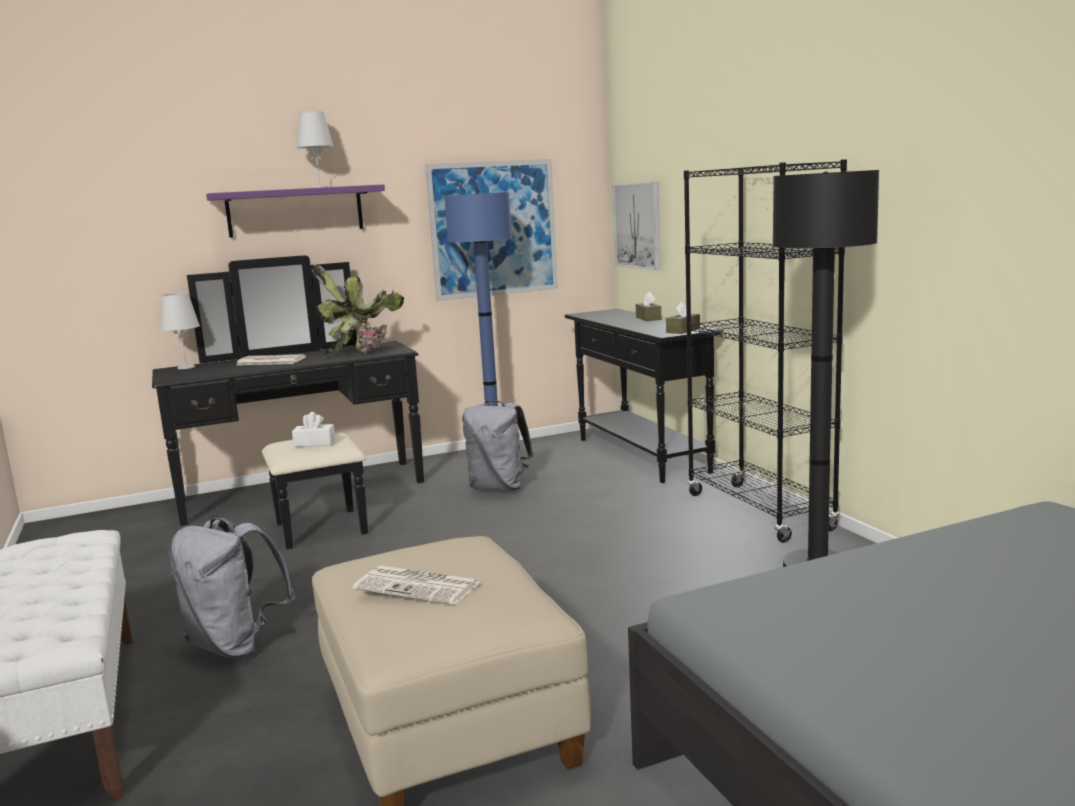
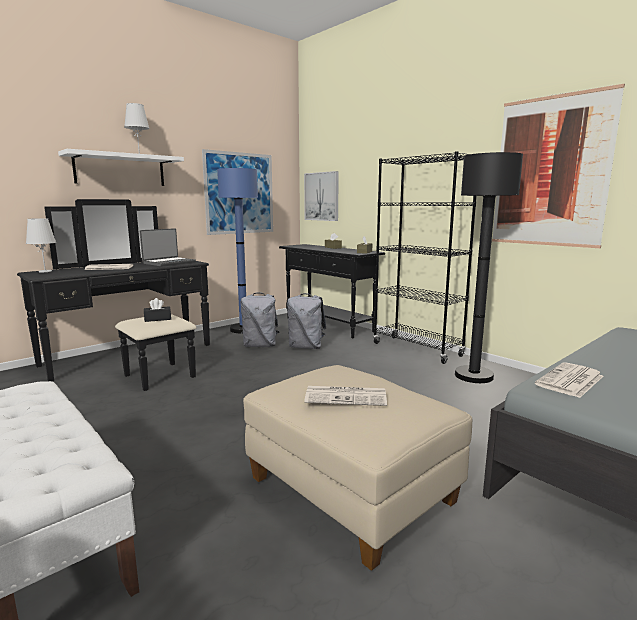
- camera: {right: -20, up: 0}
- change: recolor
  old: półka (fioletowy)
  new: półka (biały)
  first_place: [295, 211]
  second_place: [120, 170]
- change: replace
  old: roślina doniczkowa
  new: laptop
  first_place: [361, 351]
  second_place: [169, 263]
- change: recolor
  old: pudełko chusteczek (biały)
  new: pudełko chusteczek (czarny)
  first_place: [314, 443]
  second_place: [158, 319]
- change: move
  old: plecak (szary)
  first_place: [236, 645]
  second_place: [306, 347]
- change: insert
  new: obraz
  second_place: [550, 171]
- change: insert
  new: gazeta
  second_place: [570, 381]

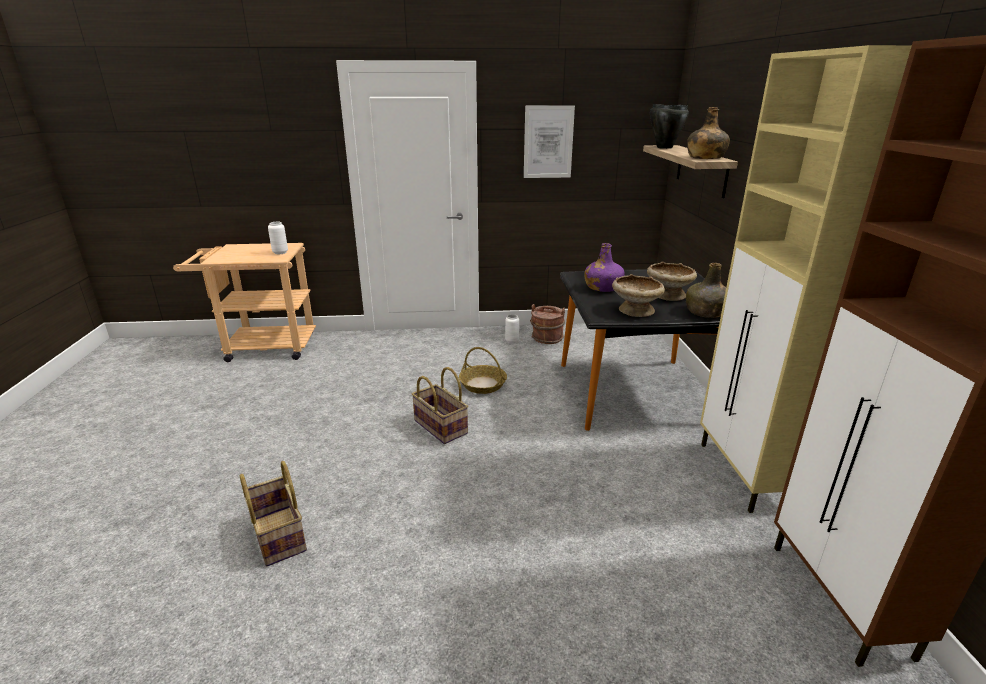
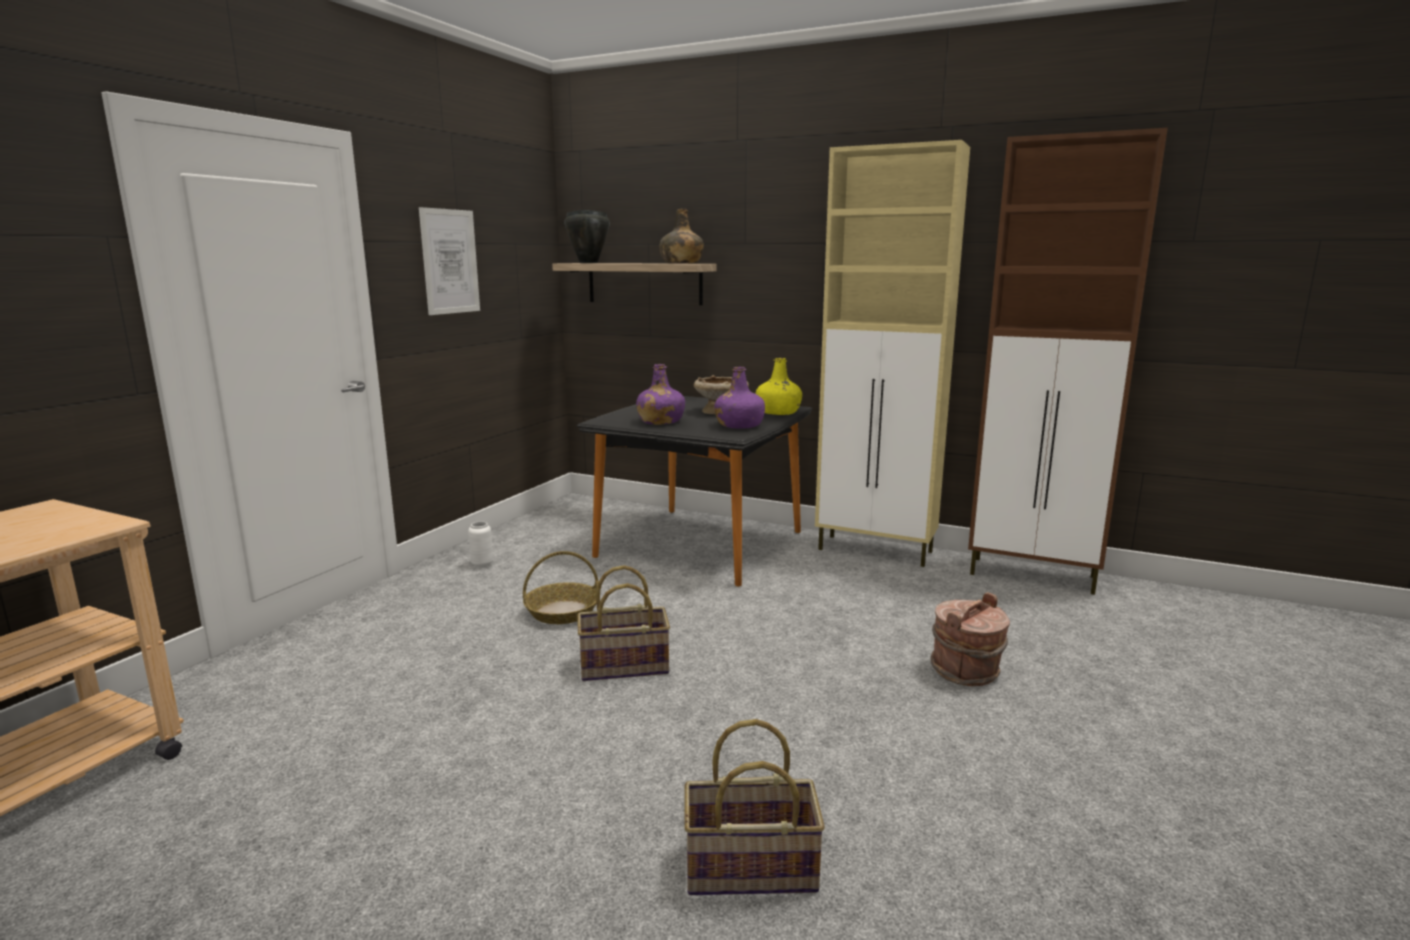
- camera: {right: -60, up: -10}
- change: delete
  old: wazon (biały)
  first_place: [280, 252]
- change: recolor
  old: butelka (zielony)
  new: butelka (żółty)
  first_place: [706, 312]
  second_place: [778, 412]
- change: replace
  old: miska (beżowy)
  new: butelka (fioletowy)
  first_place: [635, 311]
  second_place: [739, 425]
- change: move
  old: wiadro (brązowy)
  first_place: [547, 338]
  second_place: [966, 672]

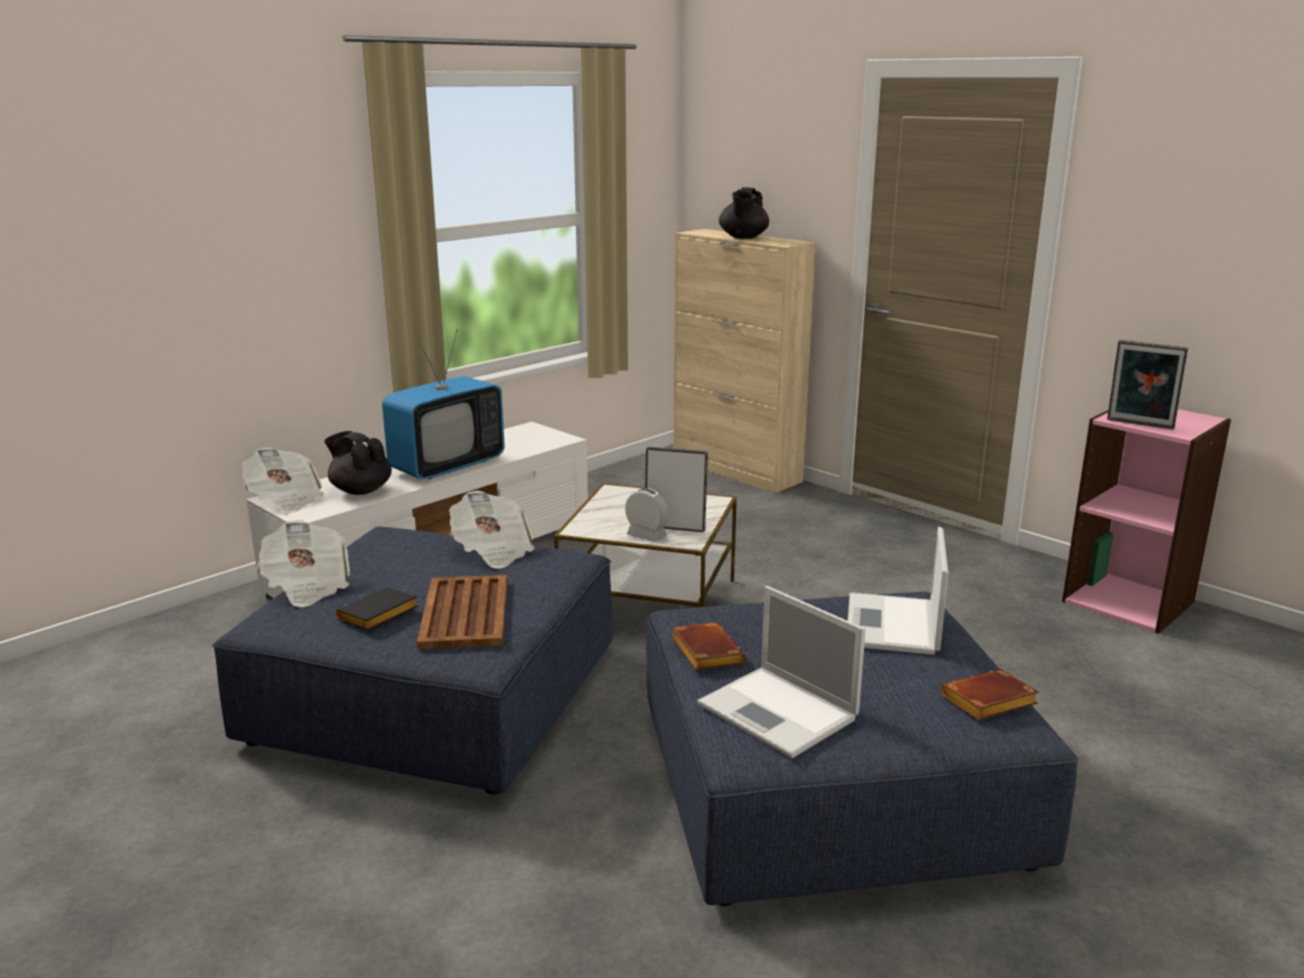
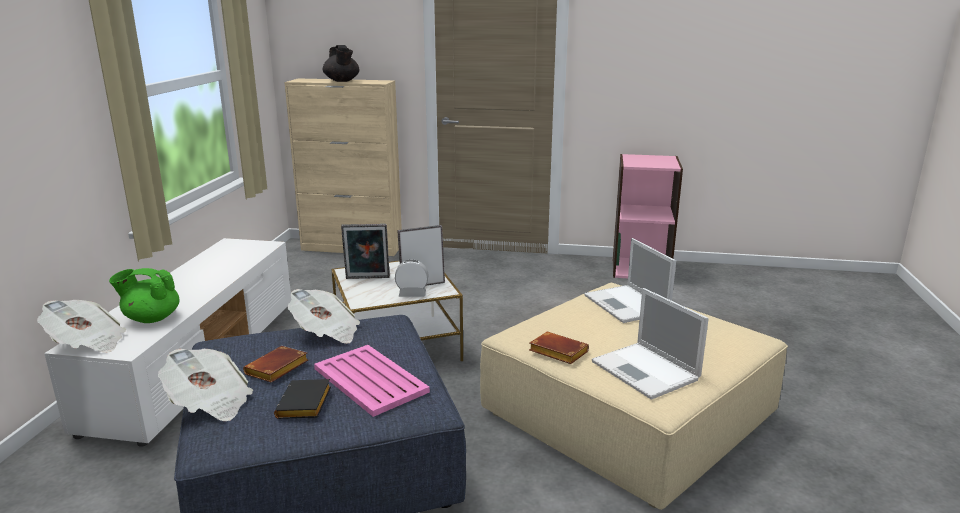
- camera: {right: -35, up: 0}
- change: delete
  old: telewizor
  first_place: [447, 466]
- change: move
  old: ramka na zdjęcie
  first_place: [1139, 425]
  second_place: [367, 278]
- change: recolor
  old: imbryk (czarny)
  new: imbryk (zielony)
  first_place: [360, 490]
  second_place: [151, 318]
- change: recolor
  old: taca (brązowy)
  new: taca (różowy)
  first_place: [464, 614]
  second_place: [370, 381]
- change: rotate
  old: laptop
  first_place: [780, 712]
  second_place: [646, 371]
  degrees: 45
- change: recolor
  old: pufa (niebieski)
  new: pufa (beżowy)
  first_place: [831, 785]
  second_place: [628, 414]
- change: move
  old: książka (brązowy)
  first_place: [988, 703]
  second_place: [277, 370]

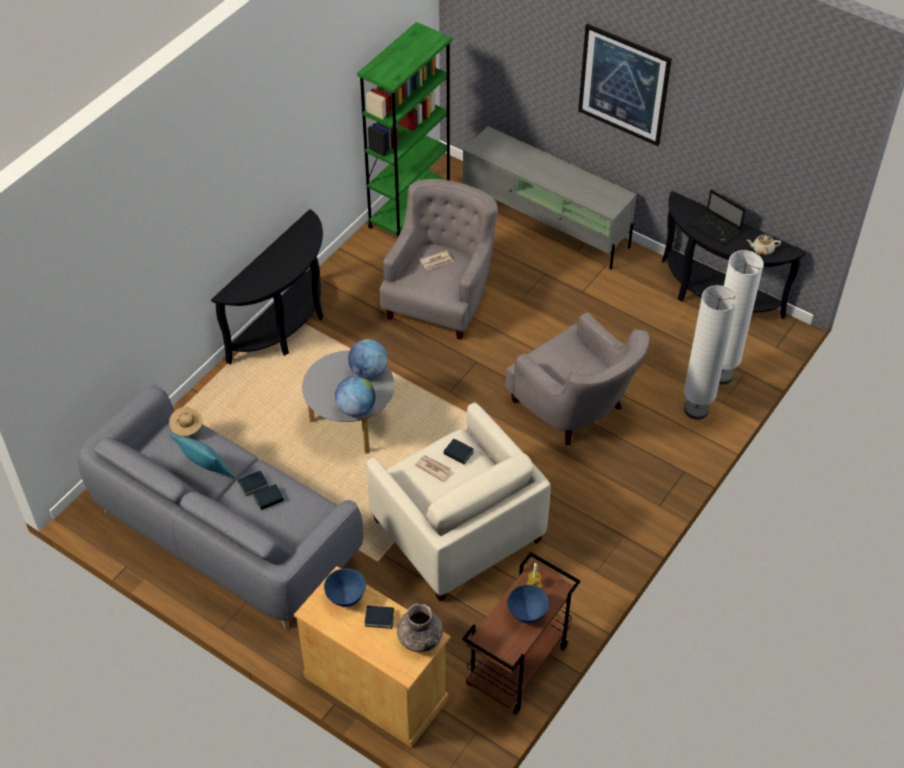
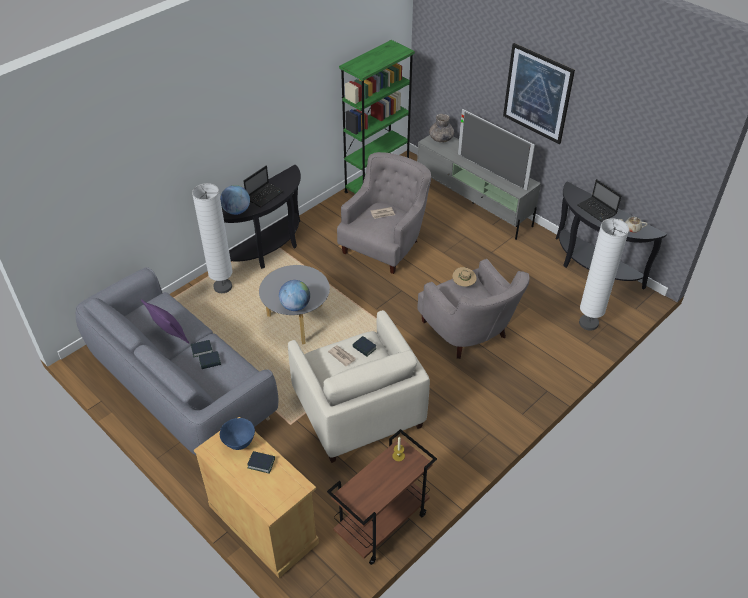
- camera: {right: 10, up: -5}
- change: move
  old: lampa stojąca (biały)
  first_place: [696, 409]
  second_place: [223, 287]
- change: move
  old: globus
  first_place: [368, 371]
  second_place: [236, 211]
- change: move
  old: kapelusz (beżowy)
  first_place: [187, 429]
  second_place: [463, 283]
- change: recolor
  old: poduszka (turkusowy)
  new: poduszka (fioletowy)
  first_place: [206, 471]
  second_place: [169, 335]
- change: delete
  old: miska (niebieski)
  first_place: [527, 614]
- change: move
  old: wazon (szary)
  first_place: [419, 638]
  second_place: [441, 138]
- change: insert
  new: telewizor
  second_place: [491, 171]
- change: insert
  new: laptop
  second_place: [265, 195]

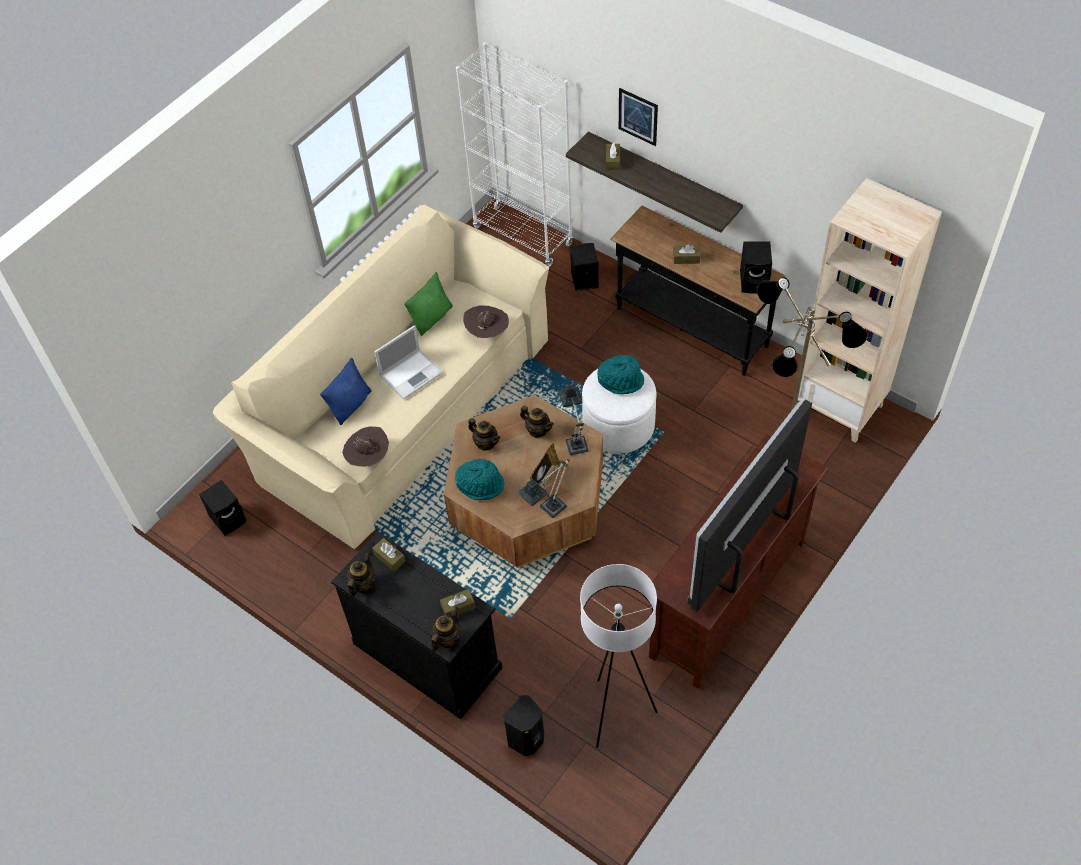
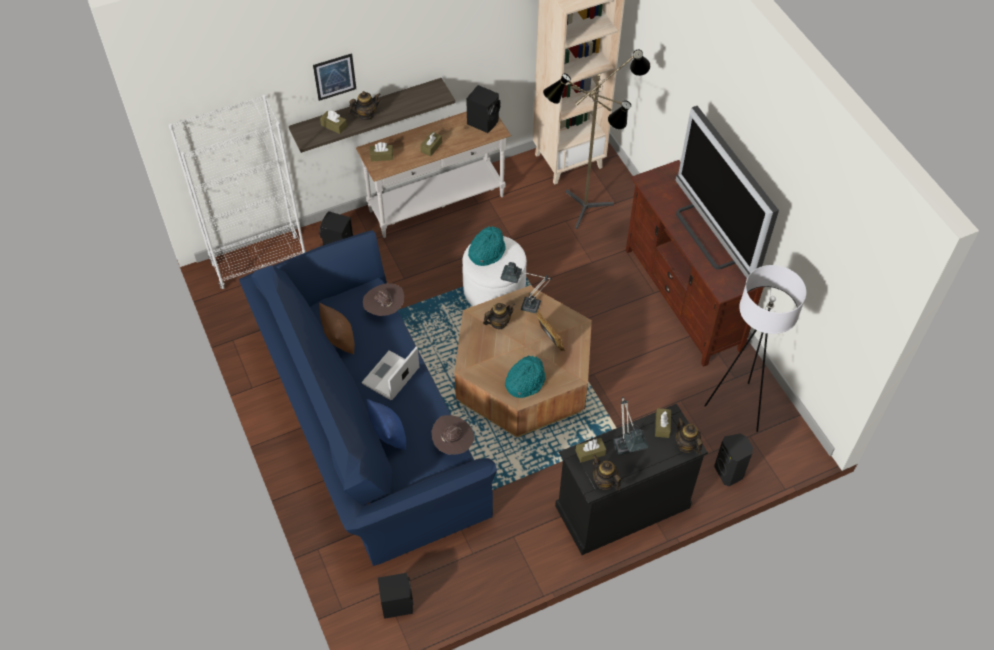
- camera: {right: -65, up: 0}
- change: recolor
  old: kanapa (beżowy)
  new: kanapa (niebieski)
  first_place: [397, 404]
  second_place: [367, 425]
- change: recolor
  old: stolik konsolowy (czarny)
  new: stolik konsolowy (biały)
  first_place: [691, 328]
  second_place: [437, 204]
- change: recolor
  old: poduszka (zielony)
  new: poduszka (brązowy)
  first_place: [431, 318]
  second_place: [339, 339]
- change: rotate
  old: laptop
  first_place: [411, 373]
  second_place: [390, 377]
  degrees: -135
- change: move
  old: imbryk
  first_place: [485, 443]
  second_place: [366, 115]
- change: move
  old: lampa stołowa
  first_place: [548, 510]
  second_place: [625, 451]
- change: insert
  new: pudełko chusteczek (brązowy)
  second_place: [381, 156]

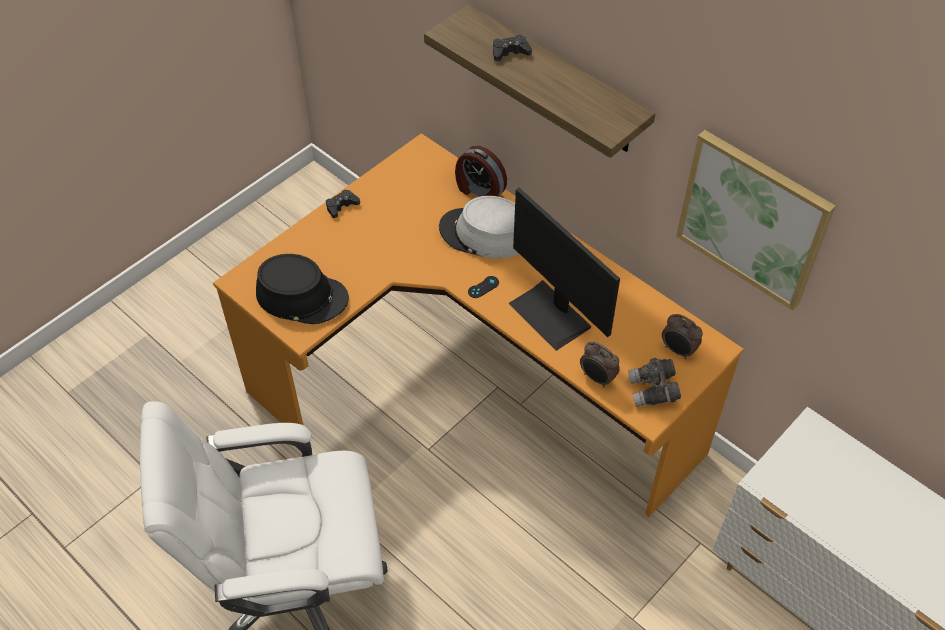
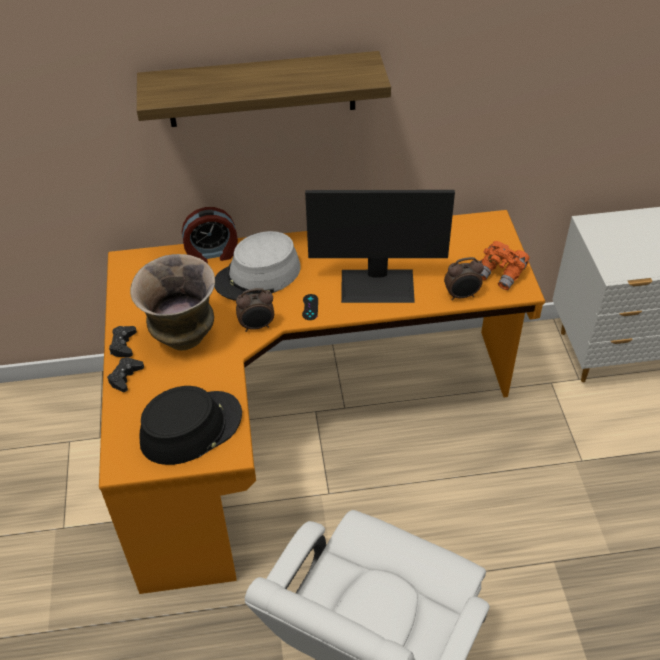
- camera: {right: -50, up: -5}
- change: move
  old: pad do gier (czarny)
  first_place: [510, 52]
  second_place: [125, 377]
- change: delete
  old: obraz
  first_place: [752, 219]
- change: move
  old: budzik
  first_place: [678, 351]
  second_place: [257, 326]
- change: recolor
  old: lornetka (szary)
  new: lornetka (pomarańczowy)
  first_place: [653, 391]
  second_place: [501, 274]
- change: insert
  new: wazon
  second_place: [184, 338]

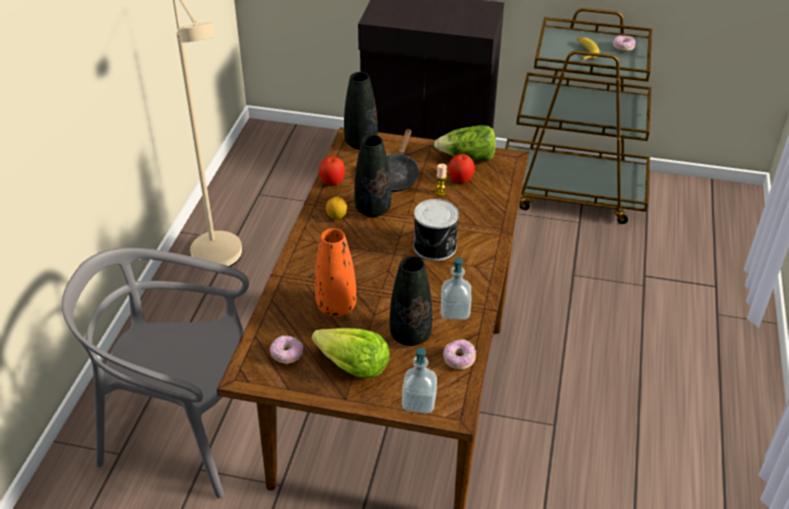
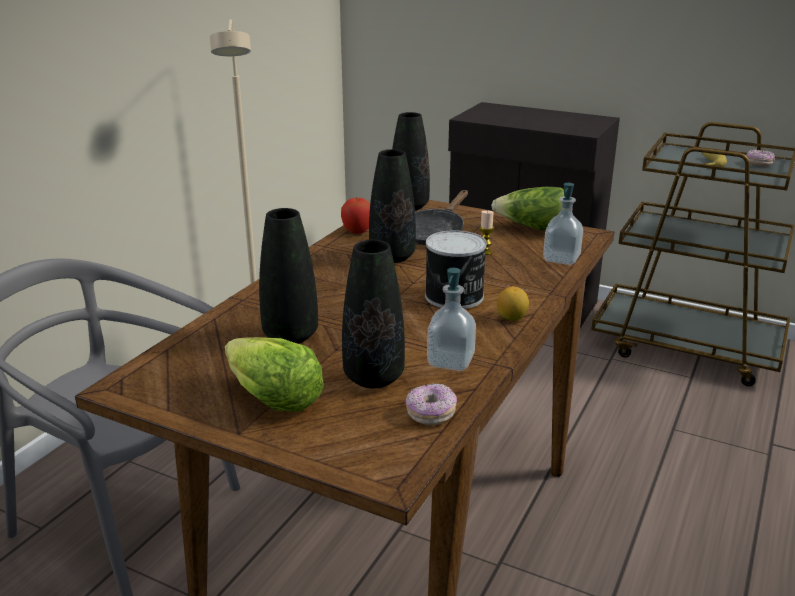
- camera: {right: 15, up: -15}
- change: delete
  old: jabłko
  first_place: [460, 179]
- change: move
  old: cytryna
  first_place: [337, 216]
  second_place: [512, 318]
- change: recolor
  old: wazon (pomarańczowy)
  new: wazon (czarny)
  first_place: [336, 307]
  second_place: [290, 335]
- change: delete
  old: donut
  first_place: [287, 355]
- change: move
  old: dozownik mydła
  first_place: [419, 402]
  second_place: [561, 259]

